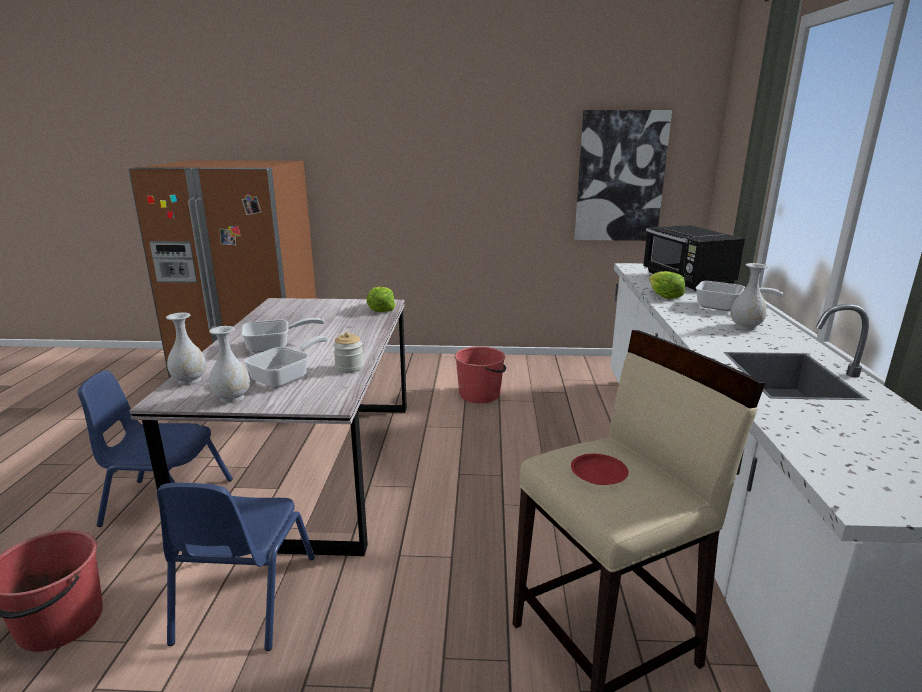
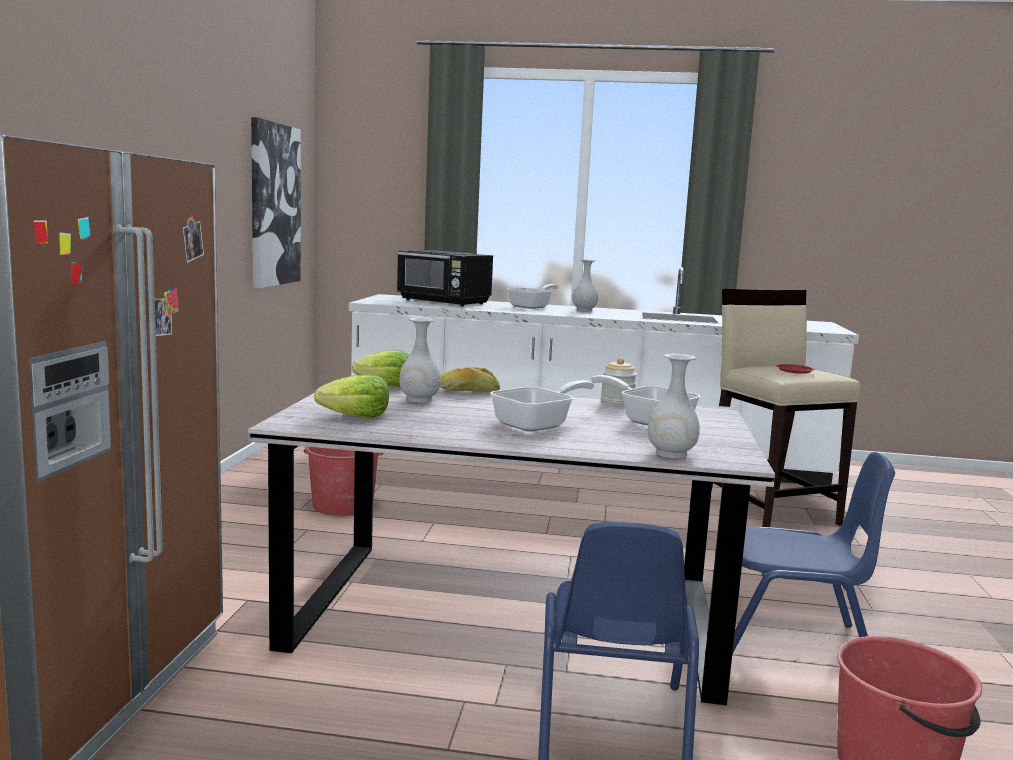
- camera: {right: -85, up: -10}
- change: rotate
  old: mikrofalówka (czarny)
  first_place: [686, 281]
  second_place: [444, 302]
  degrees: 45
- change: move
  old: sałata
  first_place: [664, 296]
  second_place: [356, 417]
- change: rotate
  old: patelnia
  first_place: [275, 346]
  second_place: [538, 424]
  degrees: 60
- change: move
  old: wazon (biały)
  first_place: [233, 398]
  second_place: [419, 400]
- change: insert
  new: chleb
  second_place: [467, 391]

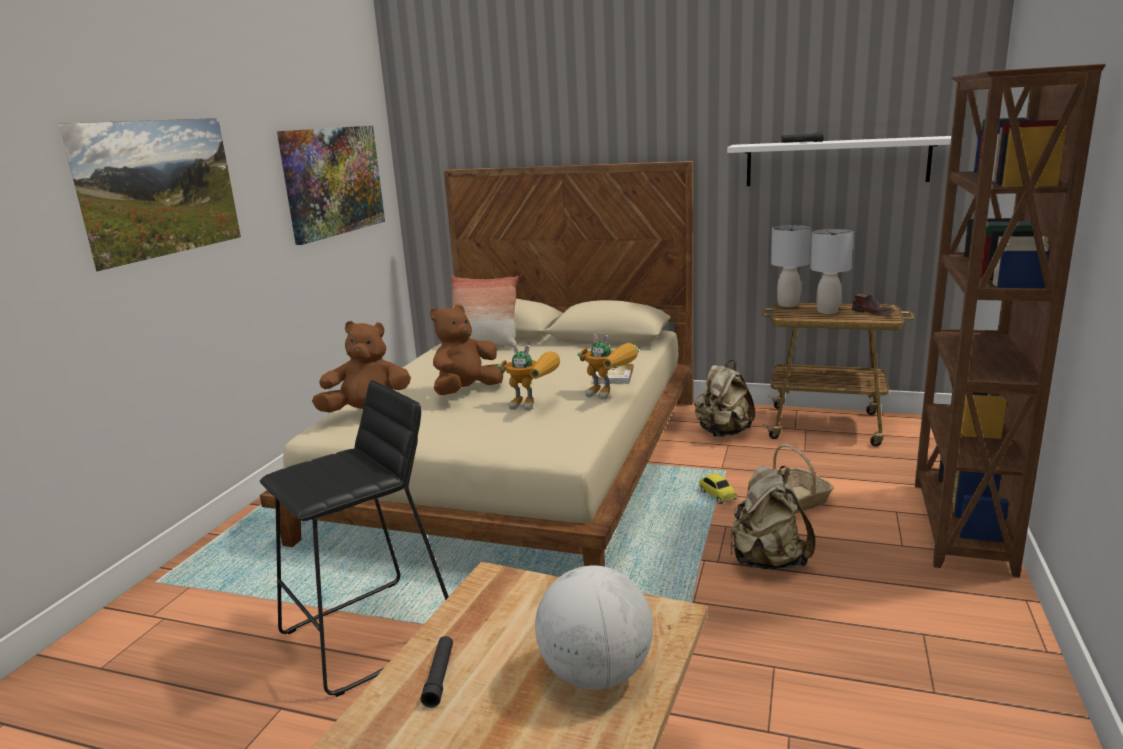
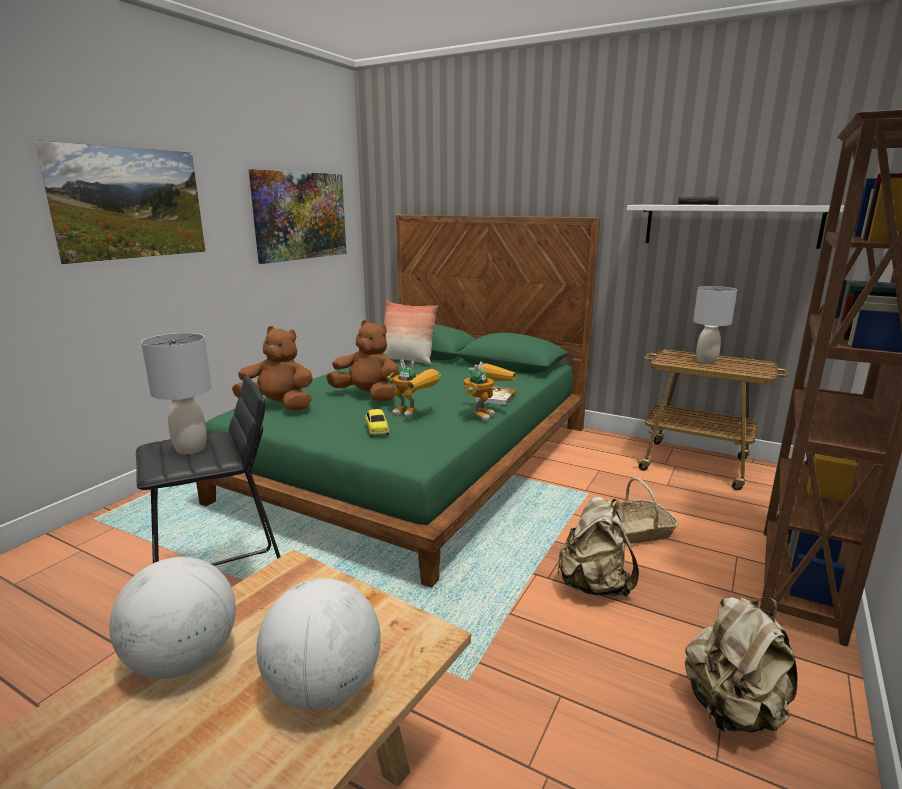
- camera: {right: 10, up: 0}
- change: recolor
  old: łóżko (beżowy)
  new: łóżko (zielony)
  first_place: [520, 462]
  second_place: [416, 461]
- change: move
  old: lampa stołowa (szary)
  first_place: [788, 305]
  second_place: [191, 449]
- change: delete
  old: but (brązowy)
  first_place: [873, 313]
- change: rotate
  old: pluszak (brązowy)
  first_place: [466, 391]
  second_place: [367, 396]
  degrees: 60
- change: rotate
  old: robot zabawkowy
  first_place: [610, 395]
  second_place: [484, 413]
  degrees: -105
- change: move
  old: plecak (beżowy)
  first_place: [723, 433]
  second_place: [732, 710]
- change: move
  old: samochodzik
  first_place: [717, 495]
  second_place: [377, 430]
- change: replace
  old: latarka (czarny)
  new: globus
  first_place: [439, 676]
  second_place: [184, 660]

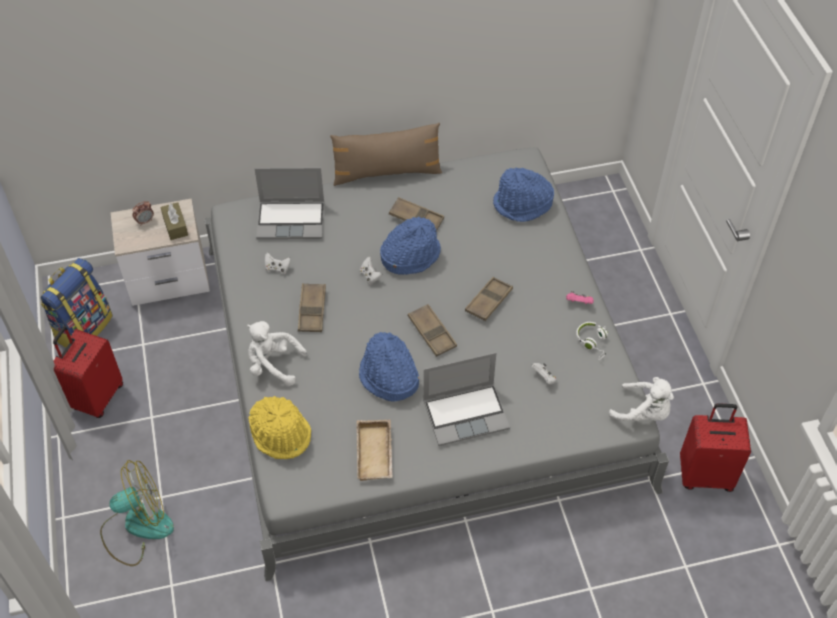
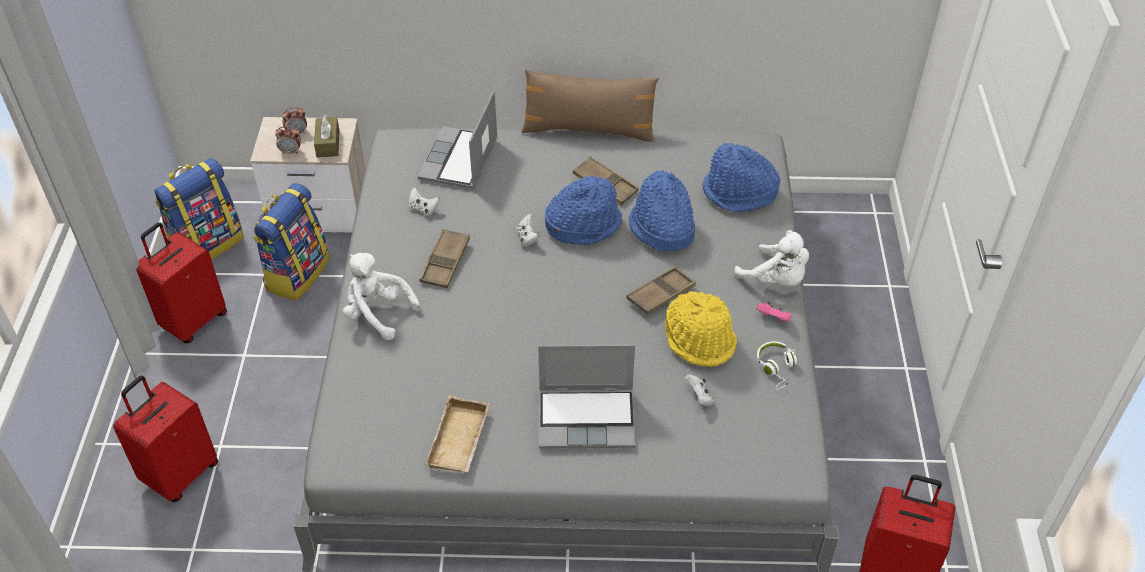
- camera: {right: 15, up: -5}
- change: rotate
  old: laptop
  first_place: [292, 220]
  second_place: [460, 161]
  degrees: 90
- change: delete
  old: taca (brązowy)
  first_place: [432, 333]
- change: move
  old: kapelusz (niebieski)
  first_place: [388, 377]
  second_place: [661, 228]
- change: move
  old: pluszak (biały)
  first_place: [643, 413]
  second_place: [775, 280]
- change: move
  old: kapelusz (żółty)
  first_place: [281, 433]
  second_place: [700, 339]
- change: replace
  old: wentylator
  new: walizka (czerwony)
  first_place: [137, 527]
  second_place: [180, 473]
- change: insert
  new: budzik
  second_place: [291, 151]
- change: insert
  new: plecak
  second_place: [296, 273]

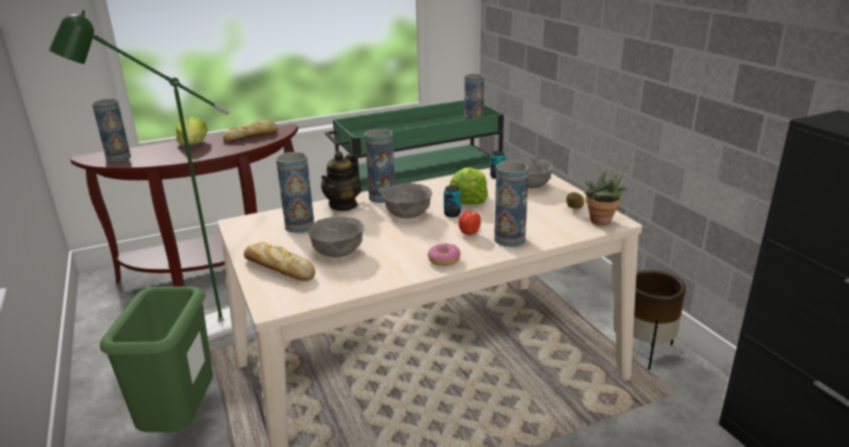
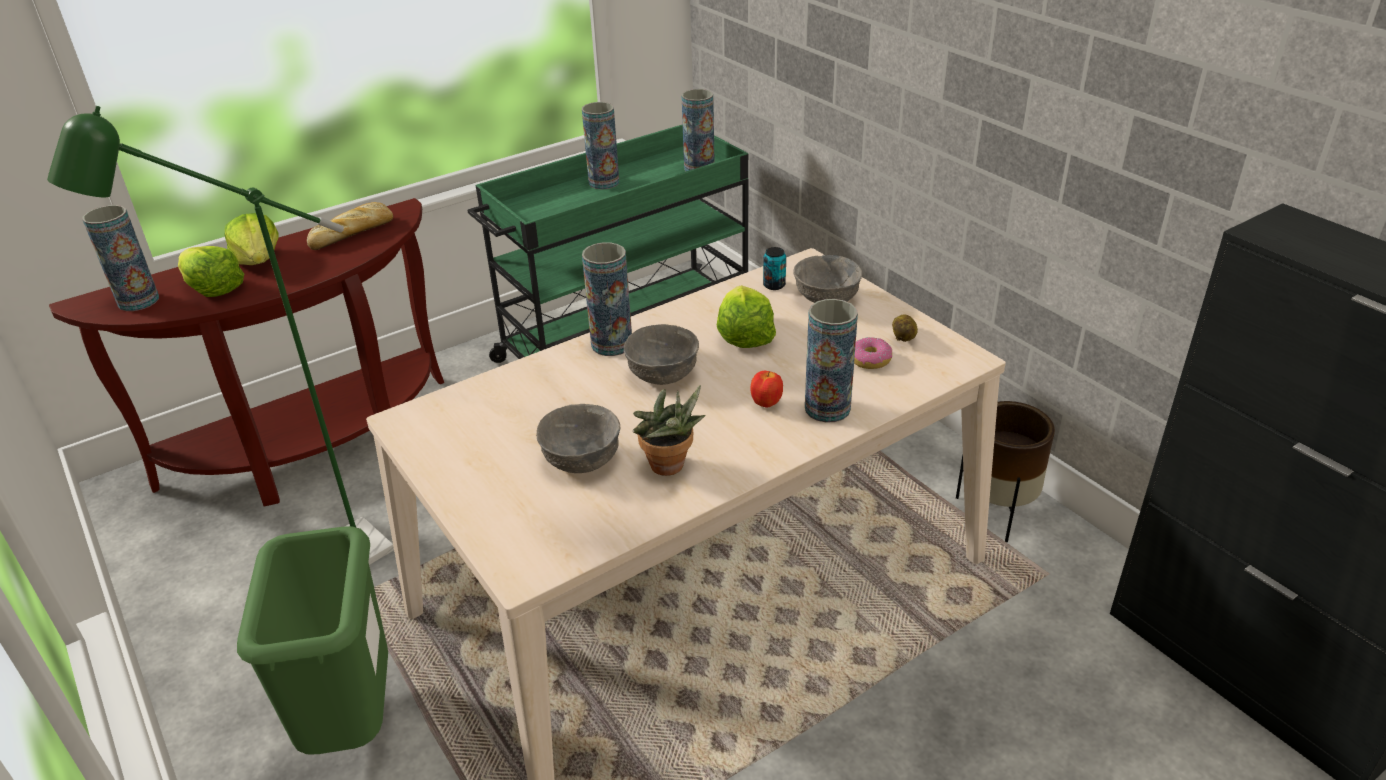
- camera: {right: -10, up: 10}
- change: delete
  old: imbryk
  first_place: [343, 205]
- change: move
  old: wazon
  first_place: [299, 226]
  second_place: [604, 182]
- change: move
  old: roślina doniczkowa
  first_place: [602, 222]
  second_place: [670, 468]
- change: delete
  old: puszka
  first_place: [452, 214]
- change: delete
  old: chleb
  first_place: [278, 268]
- change: move
  old: donut
  first_place: [444, 260]
  second_place: [870, 359]
- change: insert
  new: sałata
  second_place: [214, 289]

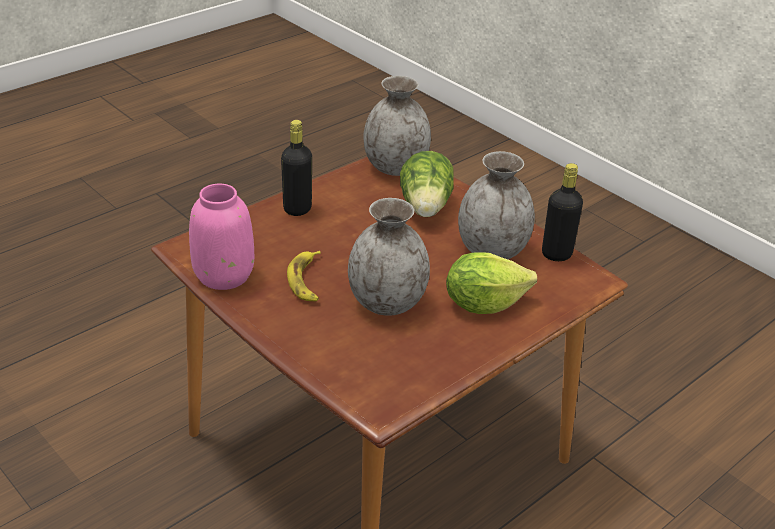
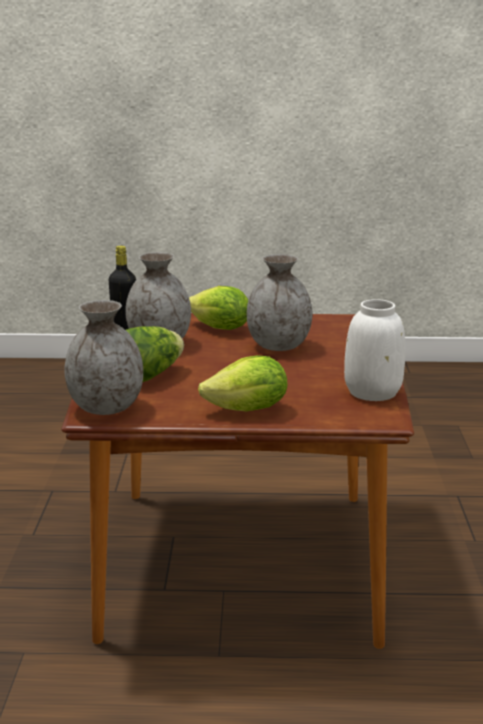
- camera: {right: -135, up: -15}
- change: replace
  old: butelka (czarny)
  new: sałata
  first_place: [297, 209]
  second_place: [248, 410]
- change: recolor
  old: wazon (różowy)
  new: wazon (biały)
  first_place: [223, 274]
  second_place: [372, 392]
- change: delete
  old: banan
  first_place: [307, 281]

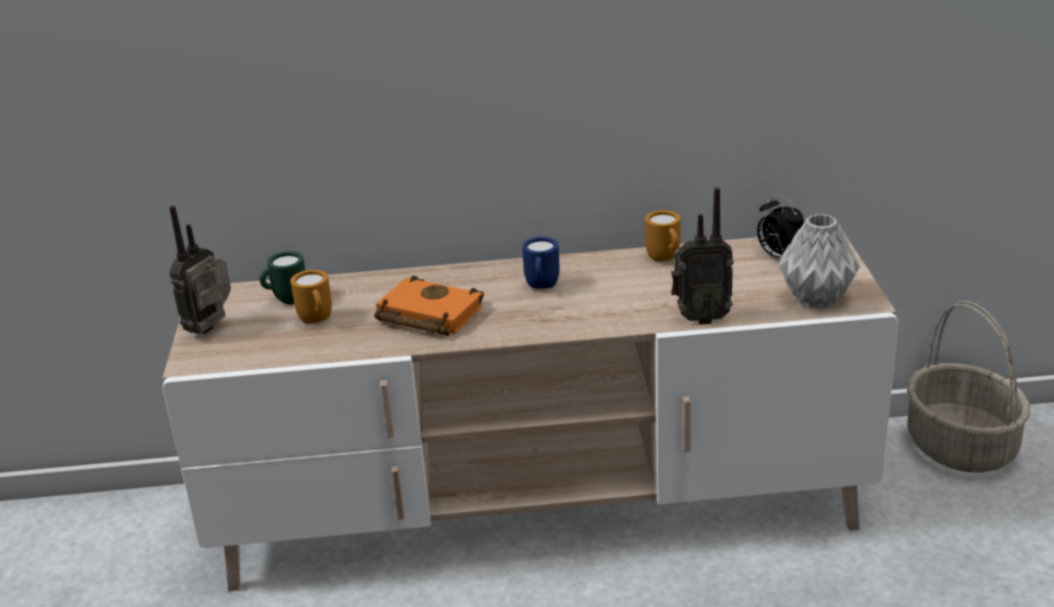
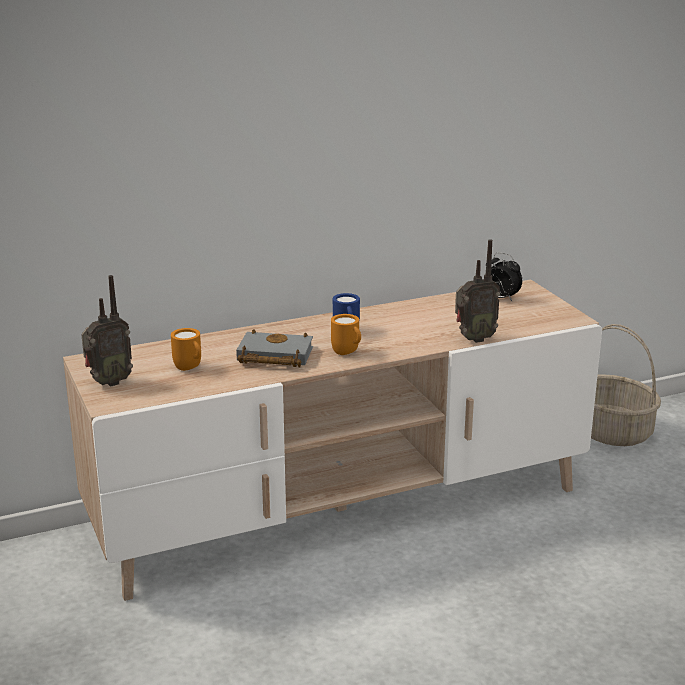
- camera: {right: -20, up: -5}
- change: rotate
  old: radio
  first_place: [212, 330]
  second_place: [108, 382]
  degrees: -135
- change: move
  old: kubek (pomarańczowy)
  first_place: [665, 259]
  second_place: [347, 353]
- change: delete
  old: wazon (szary)
  first_place: [815, 299]
- change: delete
  old: kubek (zielony)
  first_place: [286, 301]
- change: recolor
  old: książka (pomarańczowy)
  new: książka (szary)
  first_place: [426, 315]
  second_place: [272, 356]

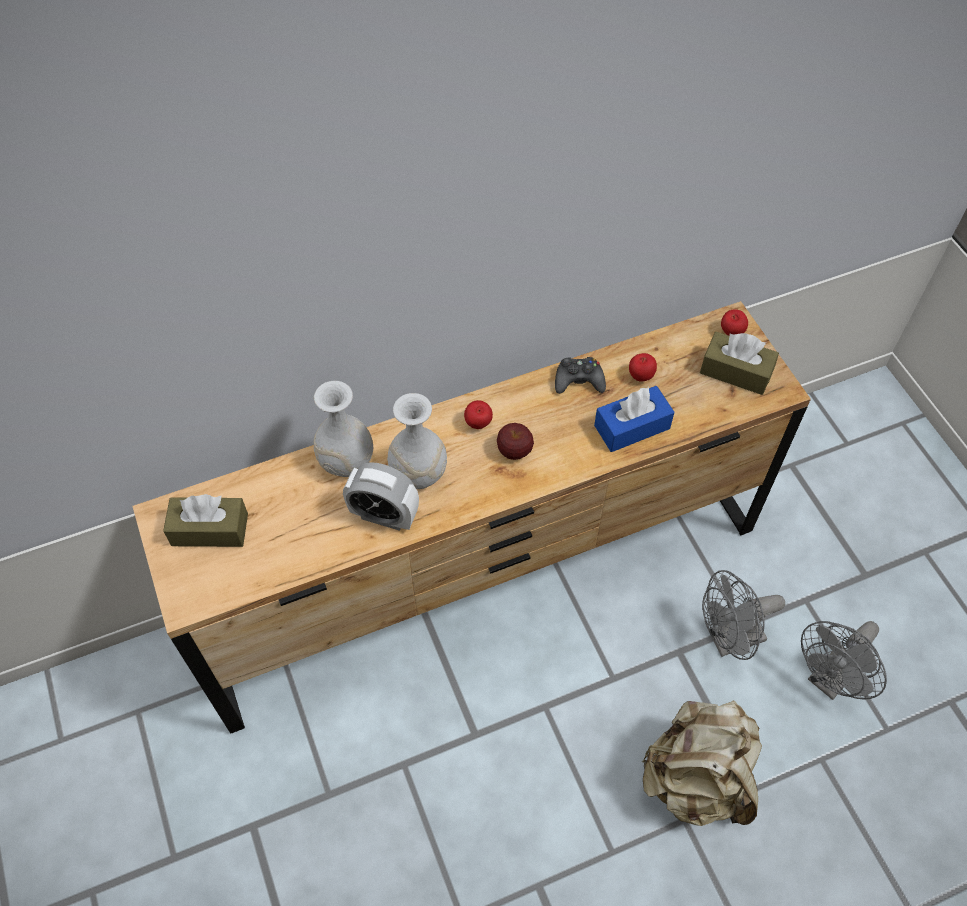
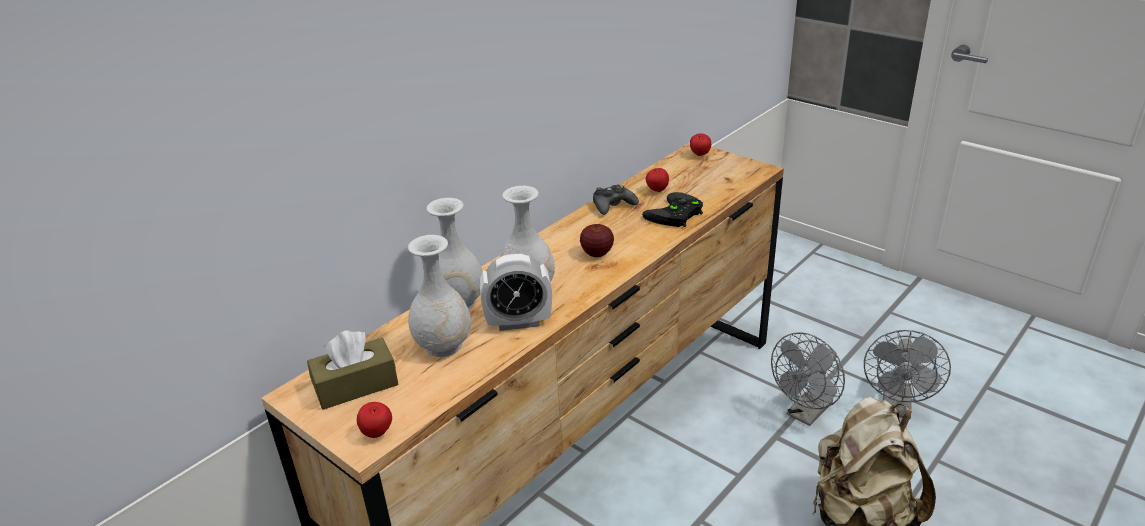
- camera: {right: -25, up: -25}
- change: delete
  old: pudełko chusteczek (brązowy)
  first_place: [736, 371]
- change: replace
  old: pudełko chusteczek (niebieski)
  new: pad do gier (czarny)
  first_place: [632, 427]
  second_place: [675, 215]
- change: move
  old: jabłko
  first_place: [478, 424]
  second_place: [377, 434]
- change: insert
  new: wazon (biały)
  second_place: [444, 345]

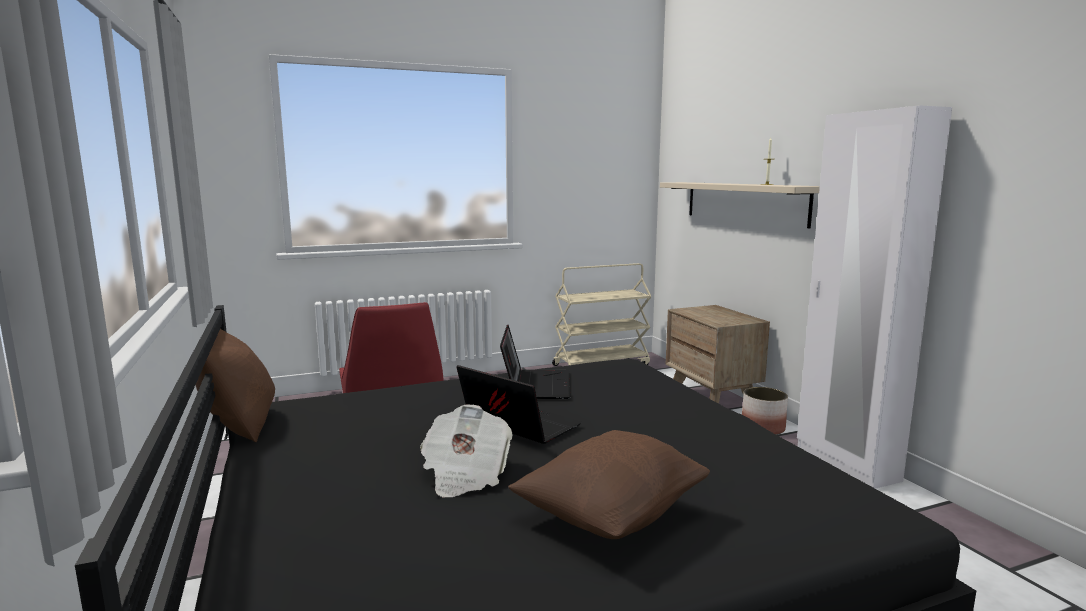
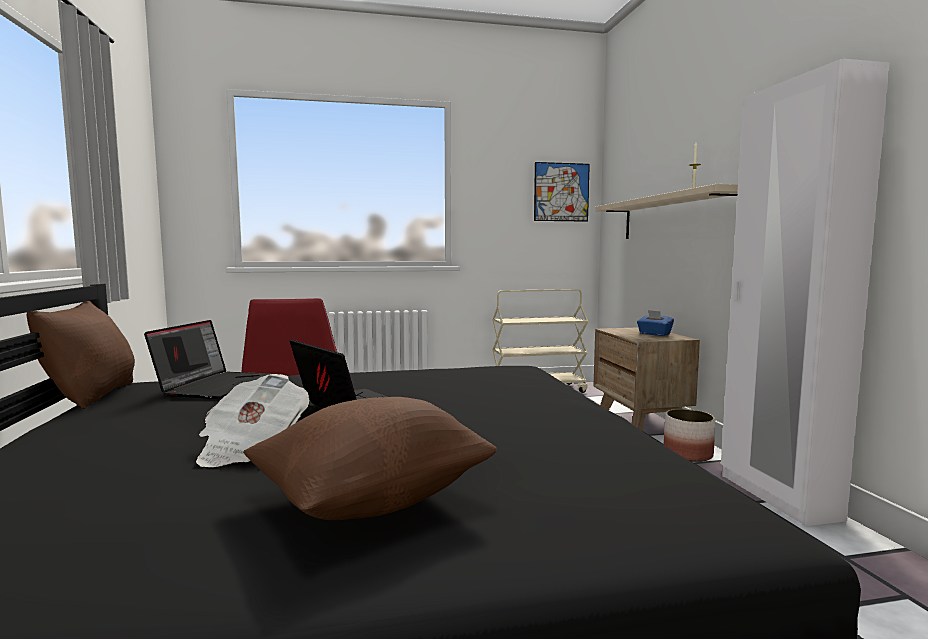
- camera: {right: 10, up: -5}
- change: move
  old: laptop
  first_place: [535, 385]
  second_place: [215, 385]
- change: insert
  new: obraz
  second_place: [561, 192]
- change: insert
  new: pudełko chusteczek (niebieski)
  second_place: [654, 334]

